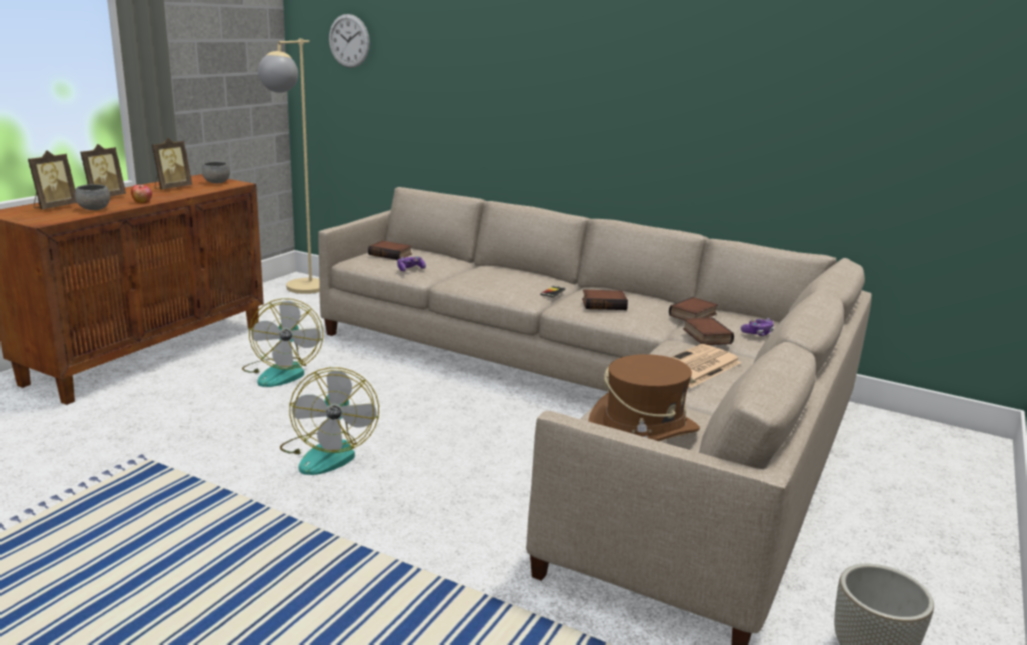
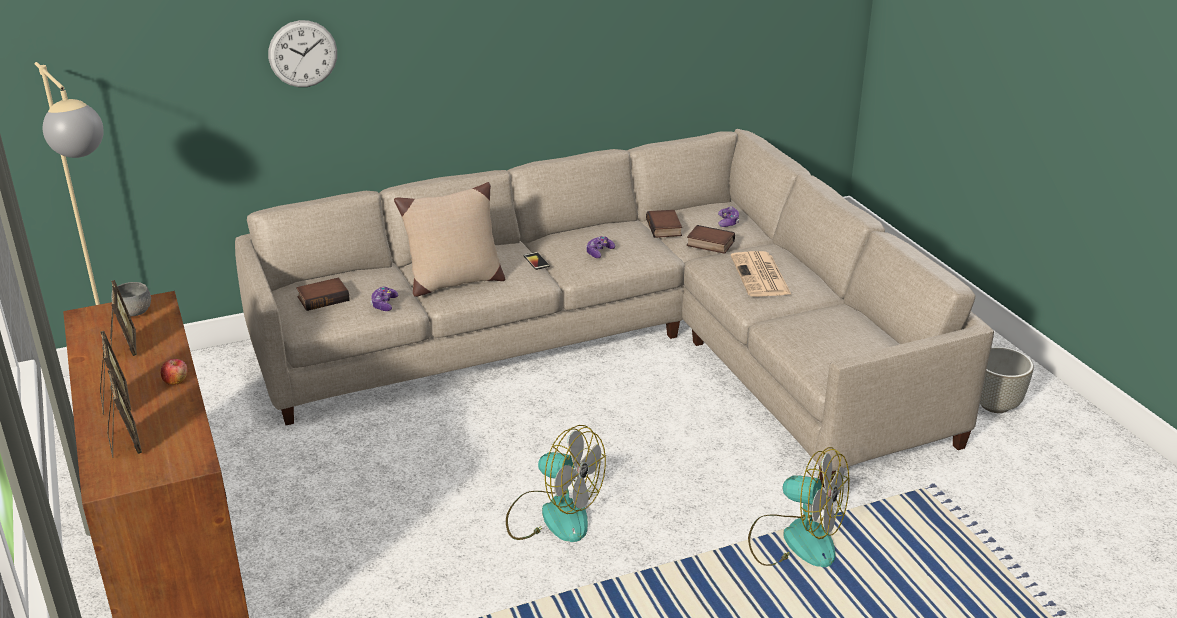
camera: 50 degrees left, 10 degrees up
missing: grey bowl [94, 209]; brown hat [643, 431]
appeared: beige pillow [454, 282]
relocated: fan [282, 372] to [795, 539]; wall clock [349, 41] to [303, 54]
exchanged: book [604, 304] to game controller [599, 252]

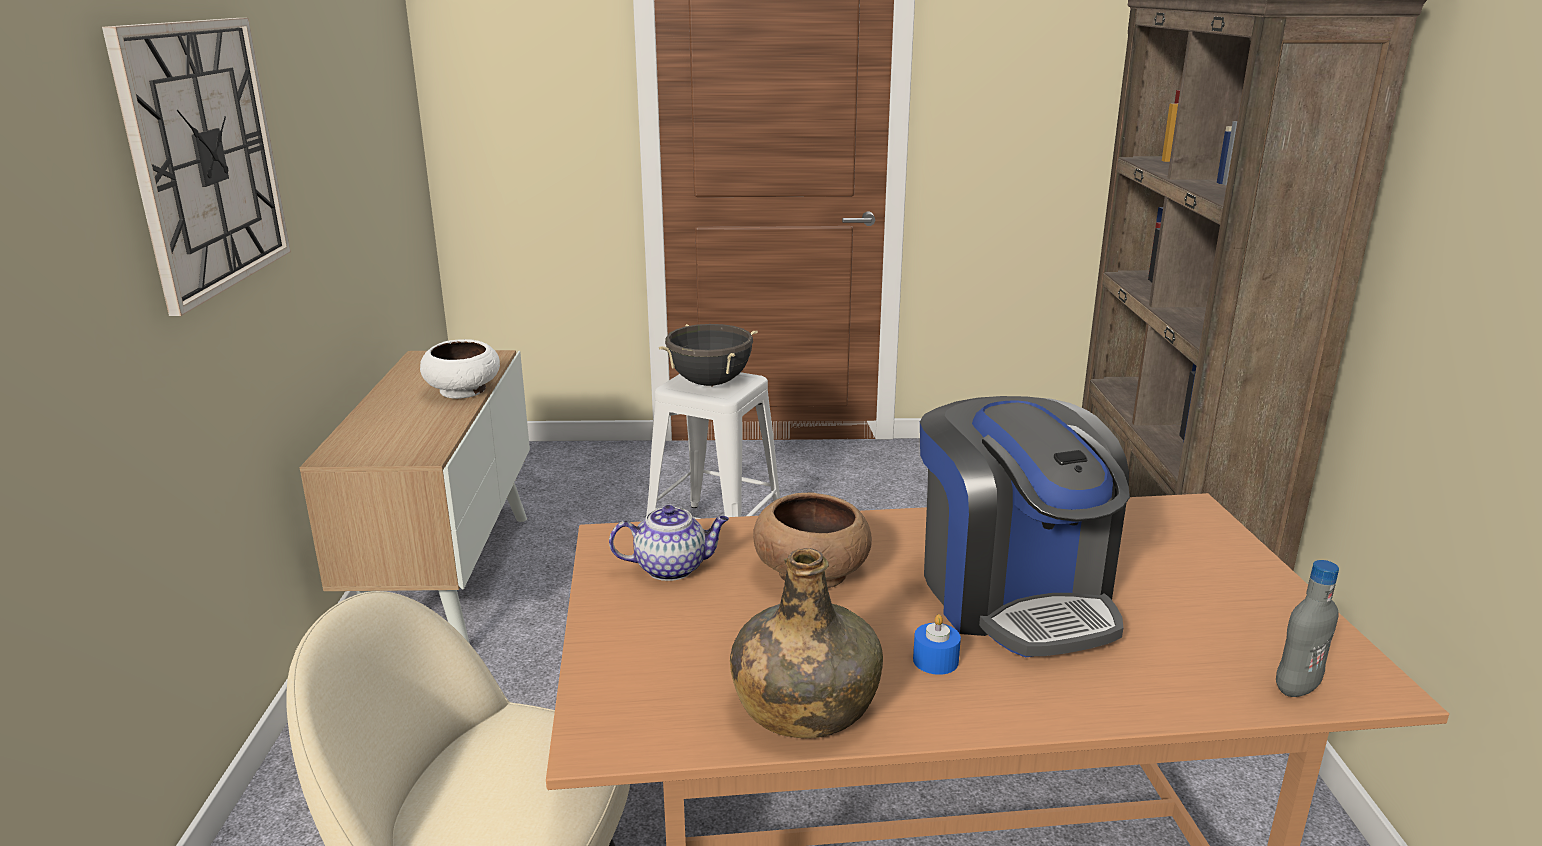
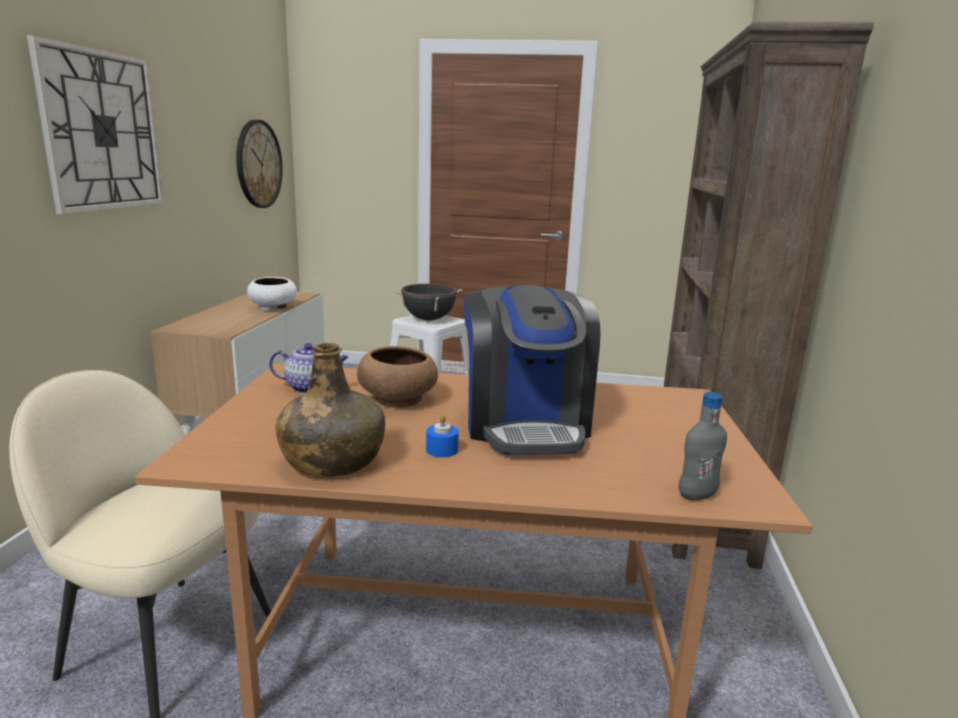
camera: 10 degrees right, 5 degrees down
appeared: wall clock [258, 164]

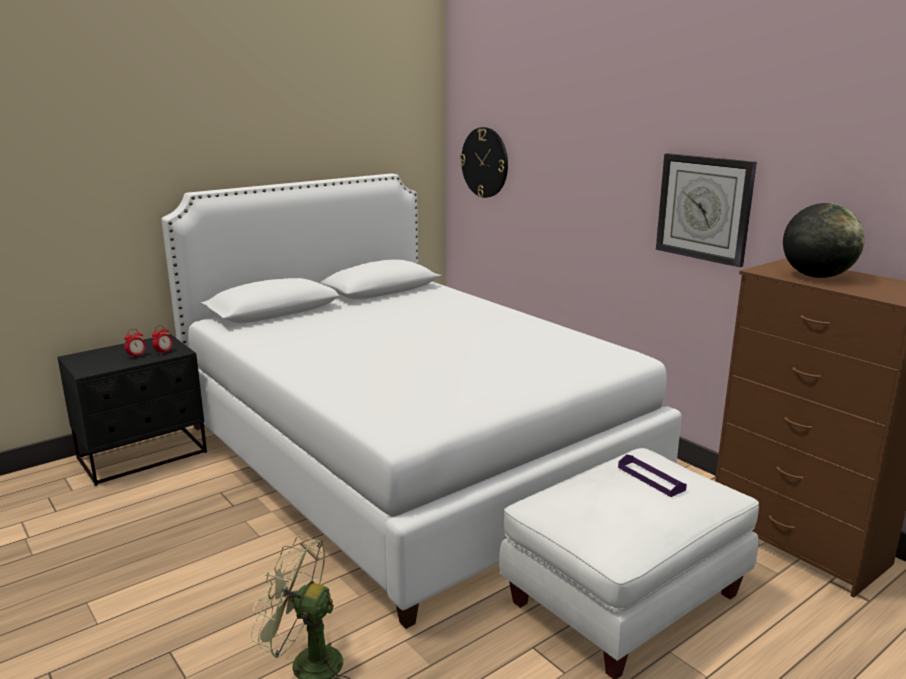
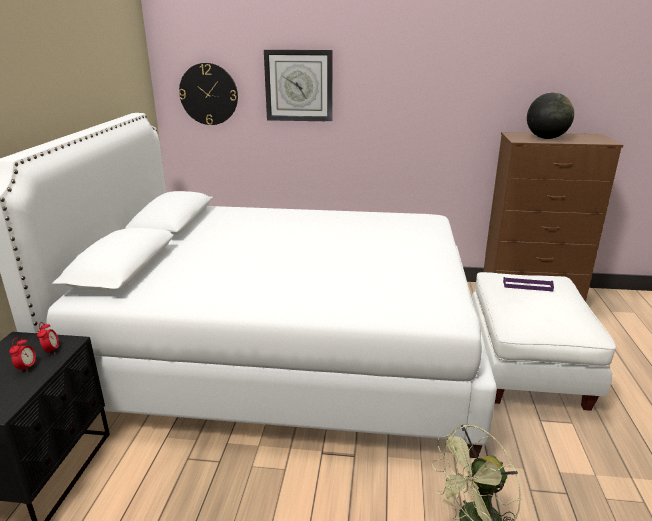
camera: 45 degrees left, 5 degrees up
relocated: wall clock [704, 208] to [299, 85]

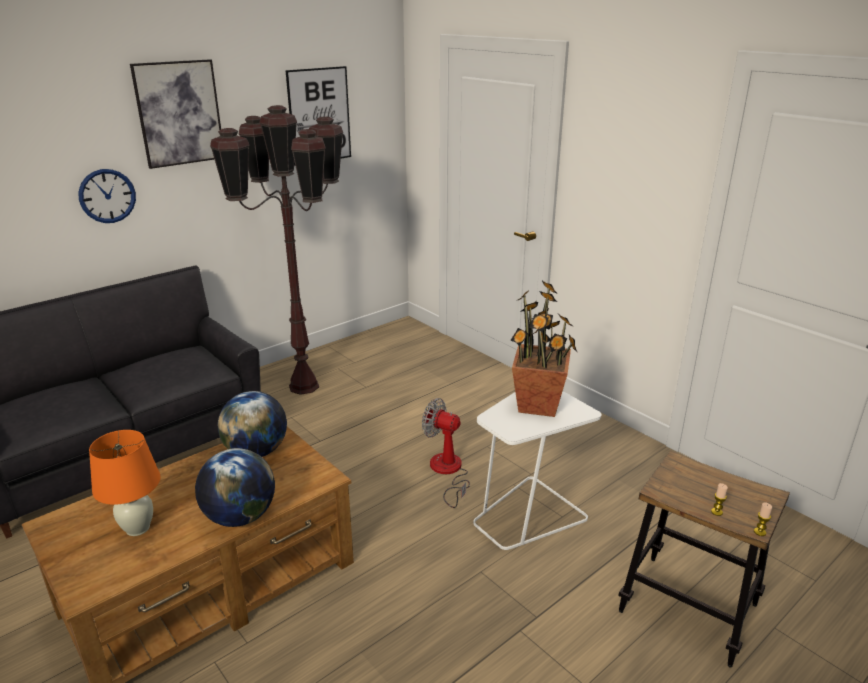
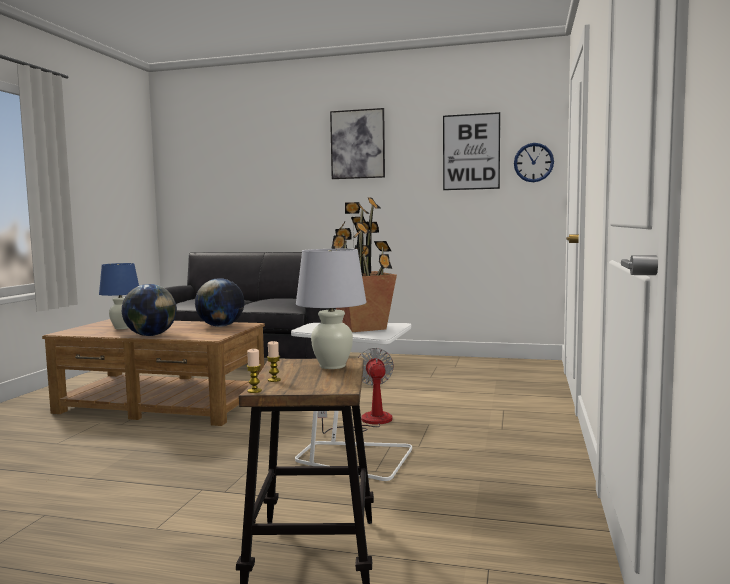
camera: 55 degrees right, 20 degrees down
missing: brown floor lamp [304, 386]
appeared: white table lamp [332, 366]
relocated: wall clock [107, 196] to [533, 162]
colour: orange table lamp [137, 528] to blue table lamp [121, 328]

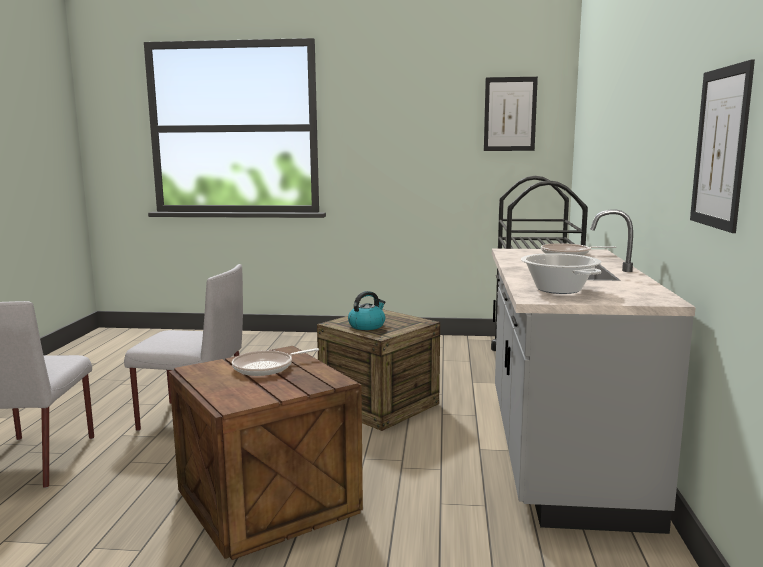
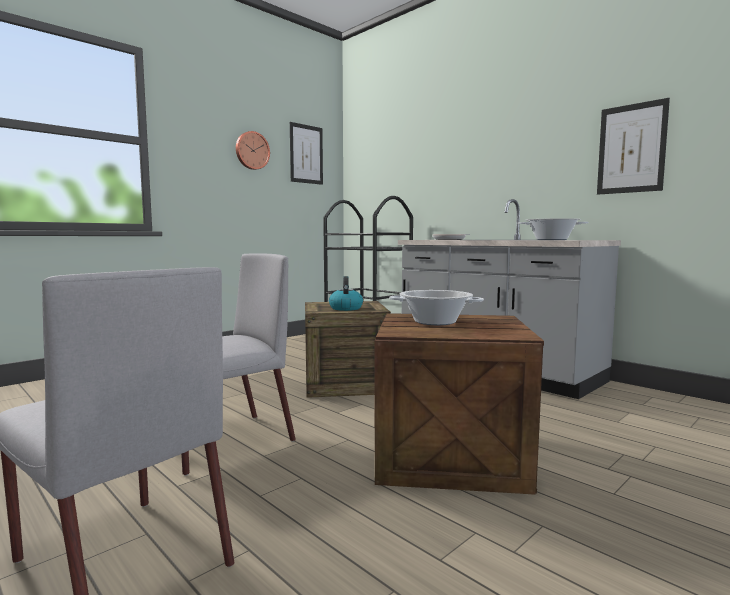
camera: 50 degrees left, 5 degrees down
appeared: wall clock [252, 150]
exchanged: frying pan [267, 367] to cooking pot [435, 322]

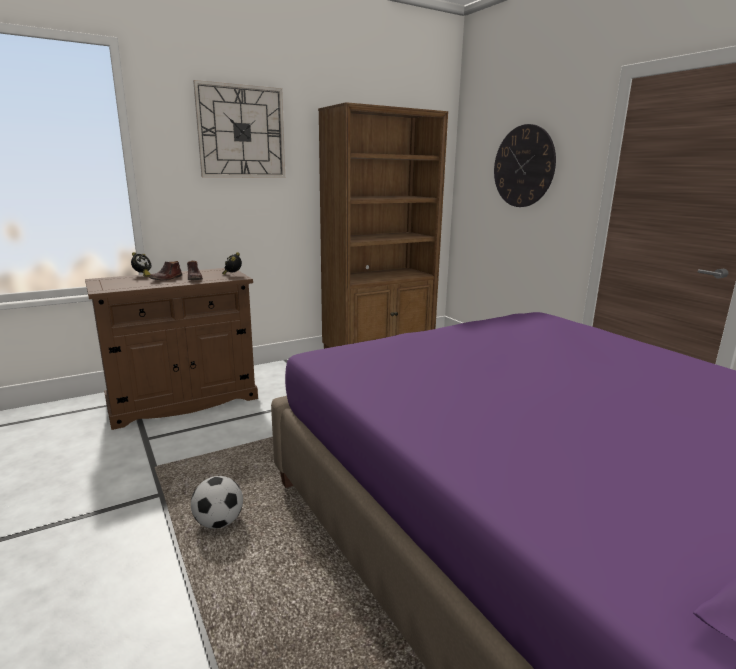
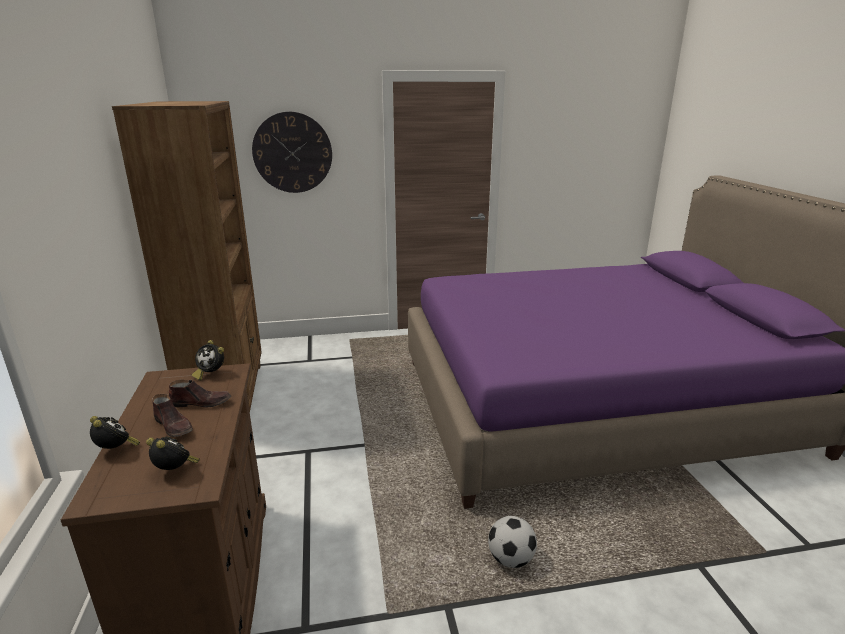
camera: 70 degrees left, 5 degrees up
missing: wall clock [241, 132]
appeared: alarm clock [175, 471]

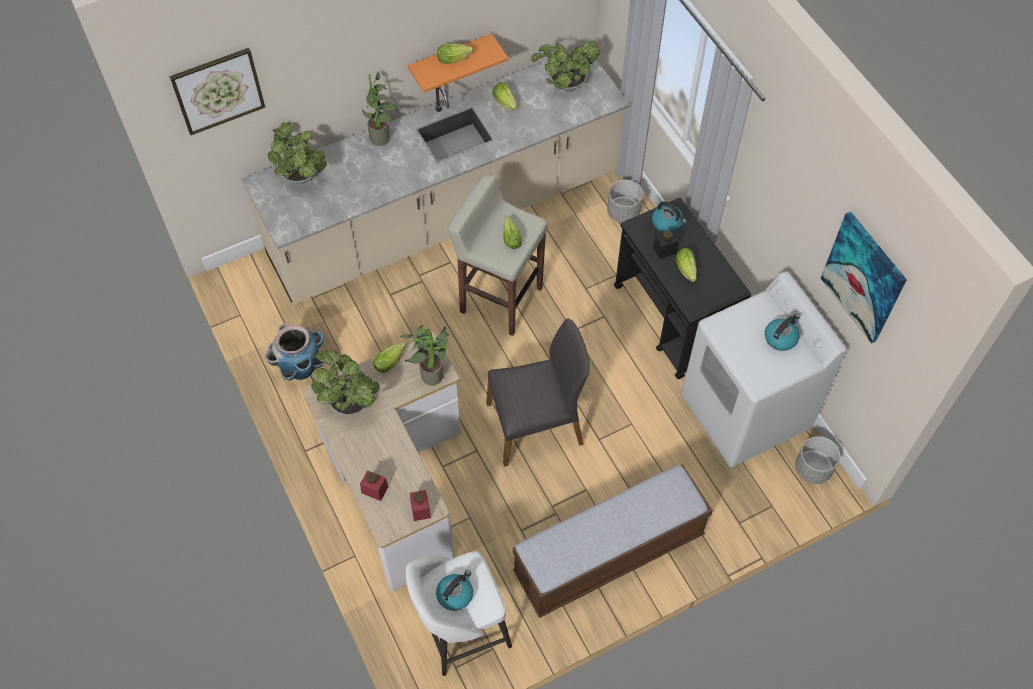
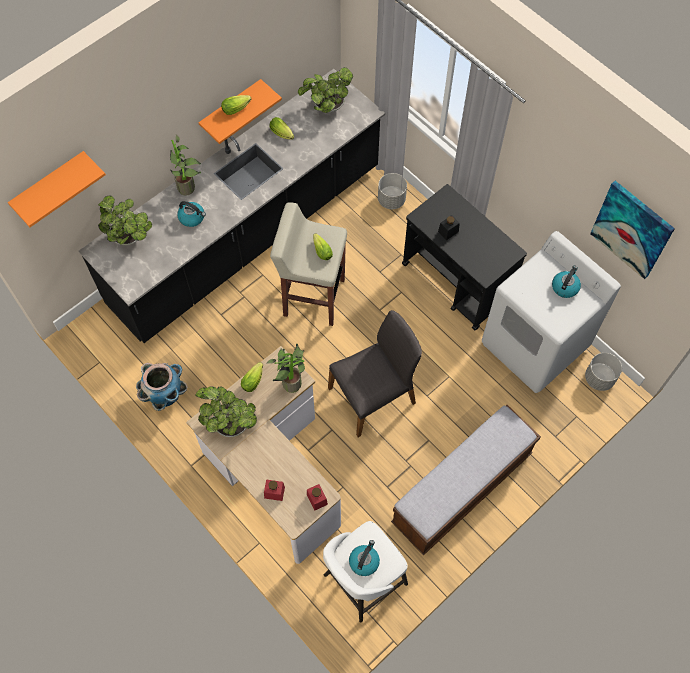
camera: 15 degrees left, 5 degrees up
missing: lettuce [686, 270]
relocated: kettle [667, 223] to [192, 217]
exchanged: picture [218, 90] to orange shelf [50, 186]
colour: beige counter [445, 216] to black counter [246, 235]

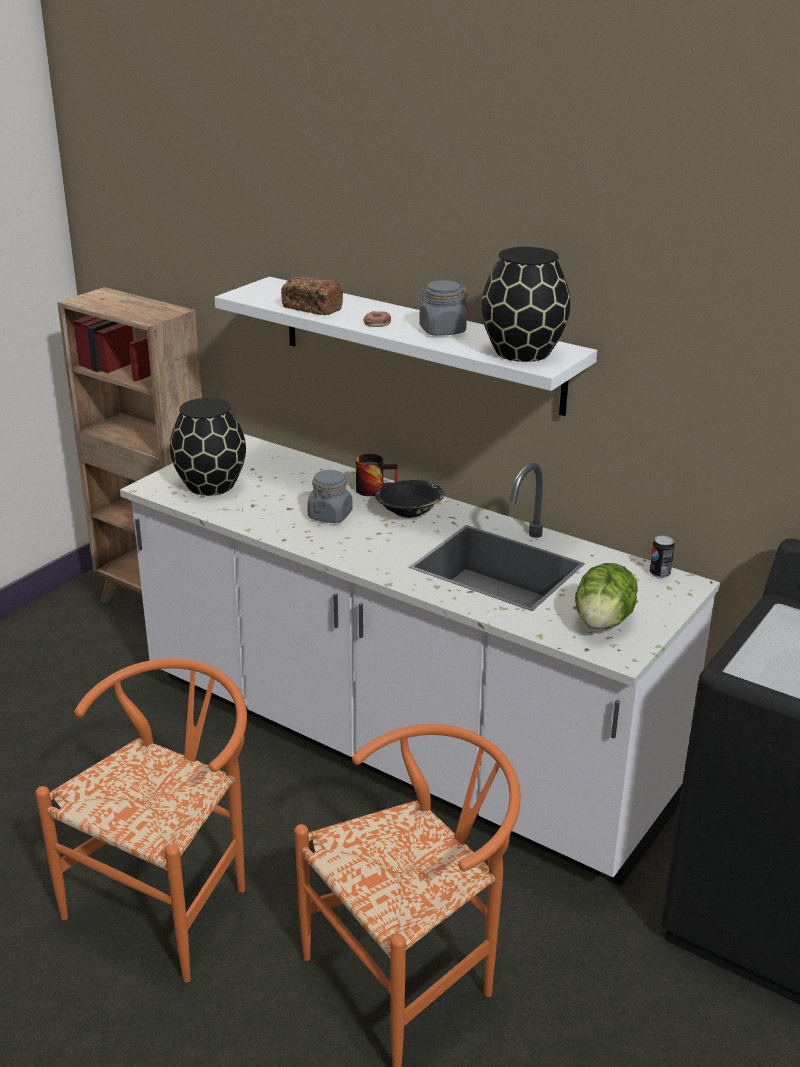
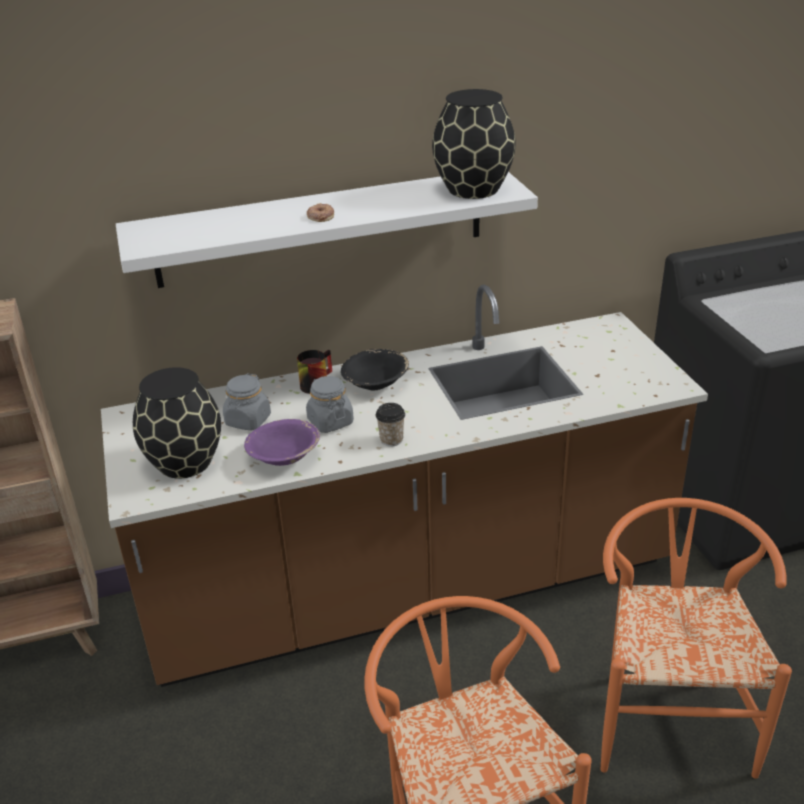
camera: 50 degrees left, 5 degrees up
missing: bread [312, 308]; lettuce [603, 622]; can [659, 573]
appeared: purple bowl [284, 457]; cup [391, 440]
relocated: grey jar [442, 331] to [248, 420]
colour: white counter [398, 743] to brown counter [409, 588]

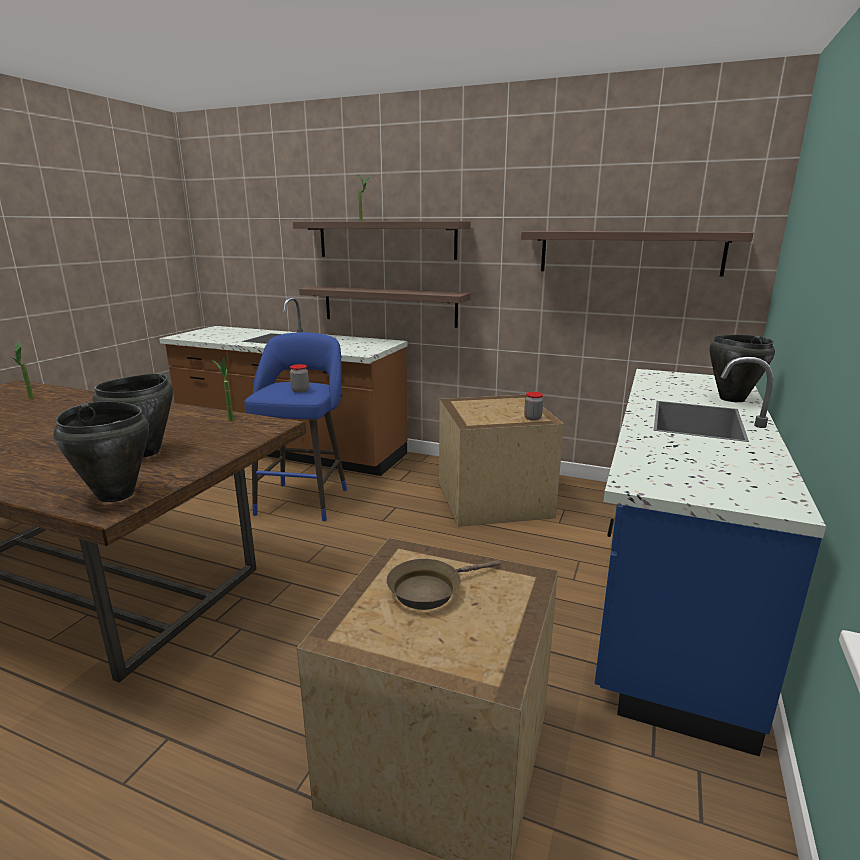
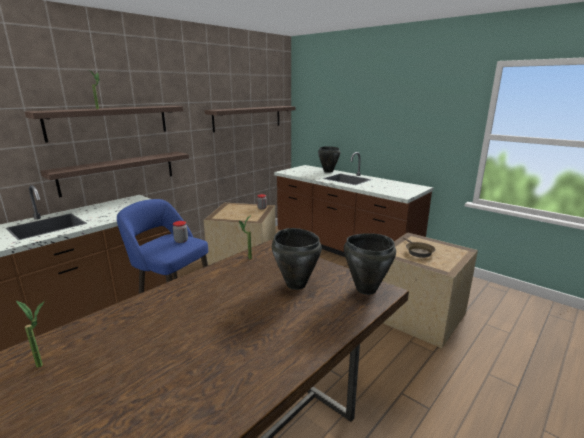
camera: 70 degrees left, 0 degrees up
colour: blue counter [668, 591] to brown counter [343, 249]

